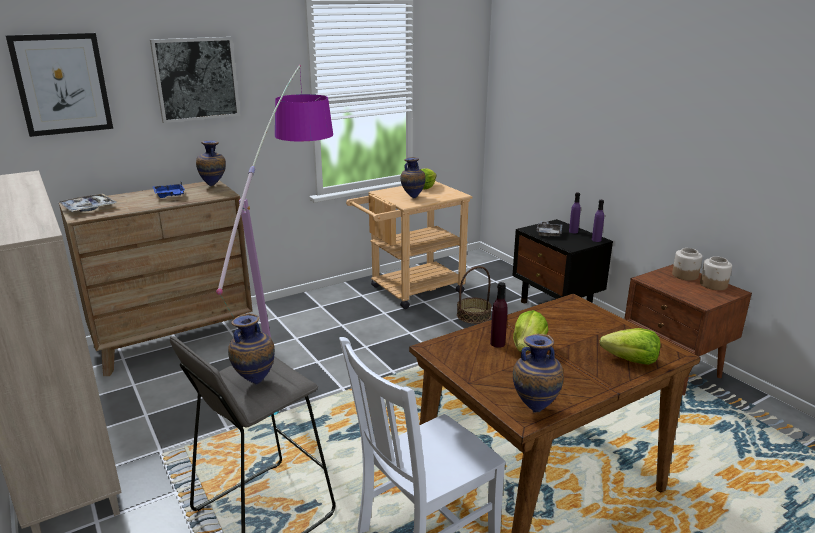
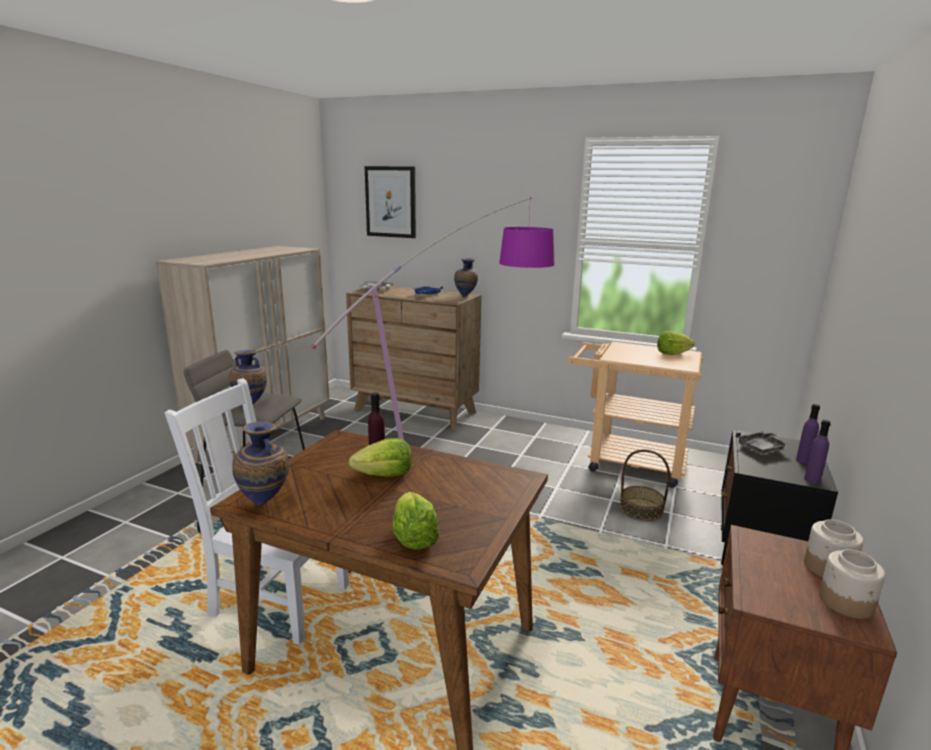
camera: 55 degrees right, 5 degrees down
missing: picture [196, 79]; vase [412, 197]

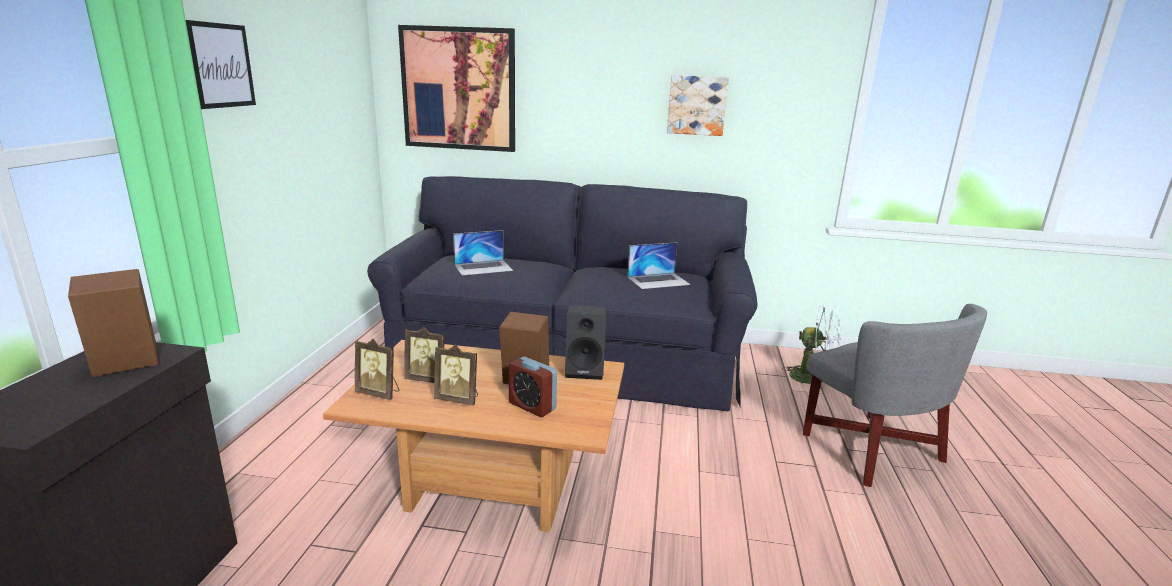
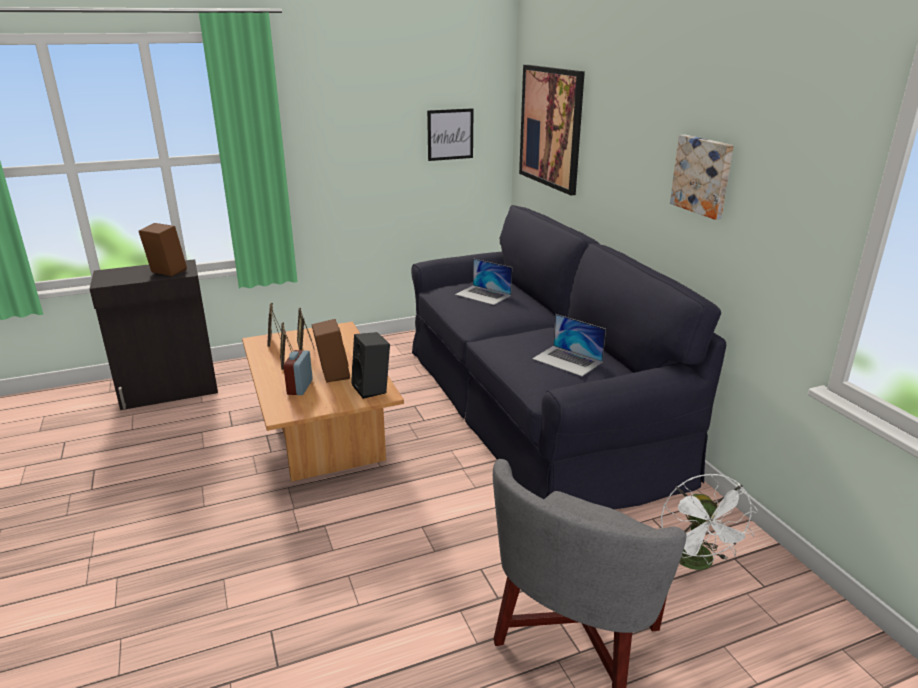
camera: 60 degrees right, 5 degrees up
relocated: picture [221, 65] to [450, 134]

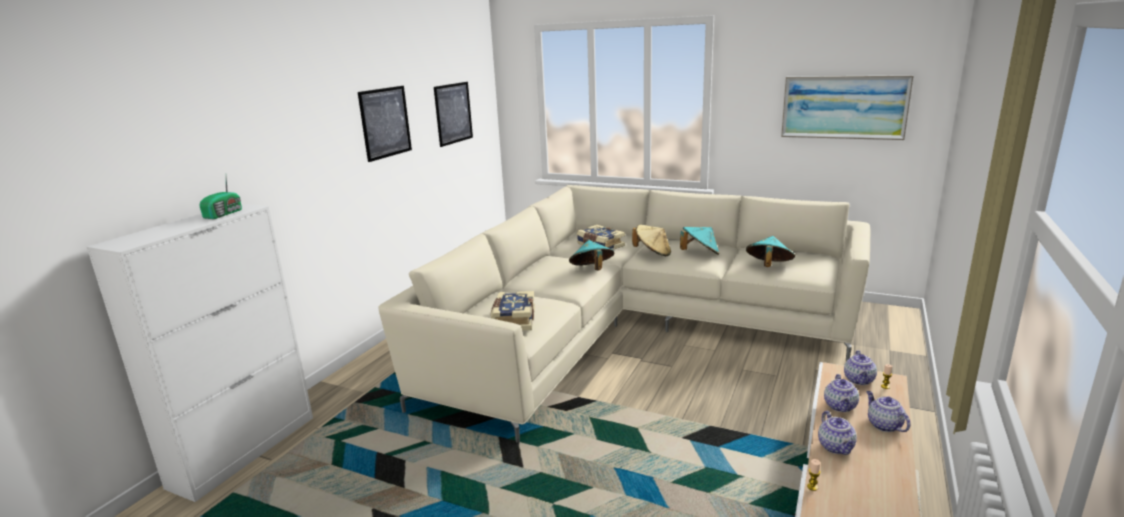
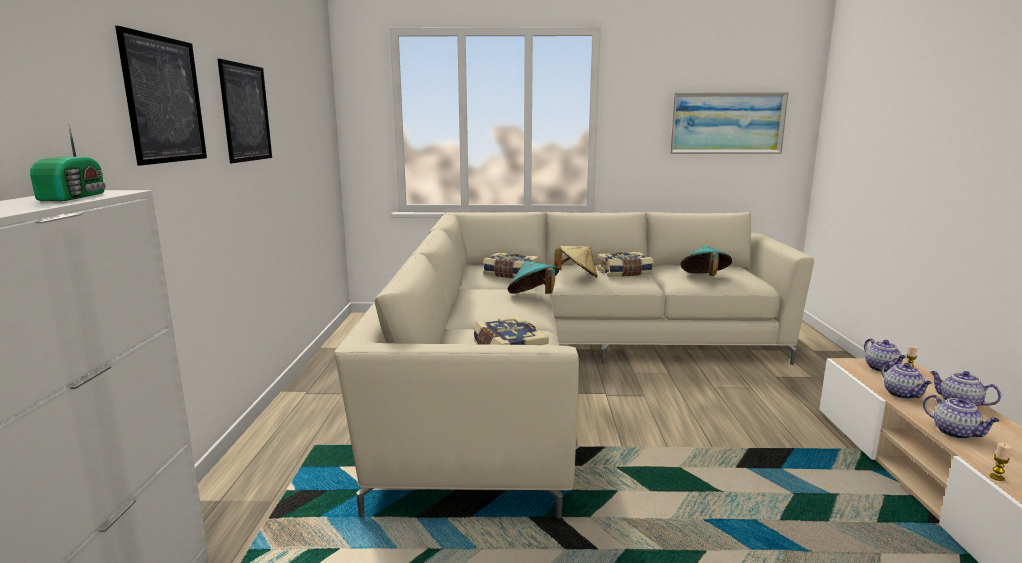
camera: 25 degrees left, 5 degrees down
relocated: picture [453, 113] to [165, 100]
exchanged: turquoise hat [700, 254] to book [624, 273]

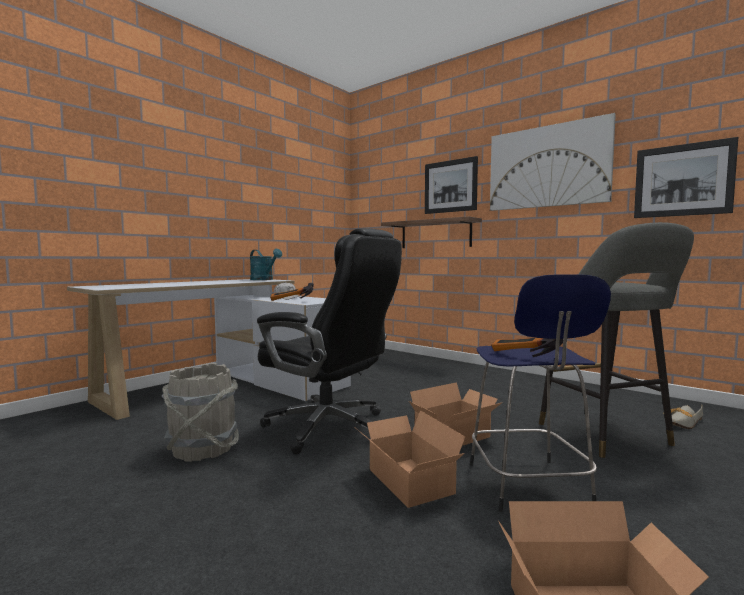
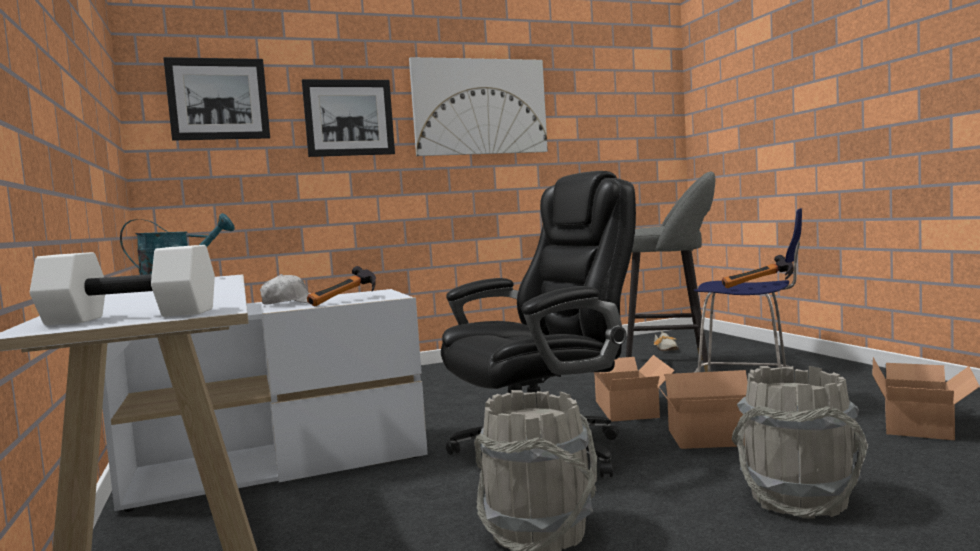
camera: 60 degrees left, 0 degrees up
missing: shelf [435, 234]
appeared: white dumbbell [134, 316]; grey bucket [799, 500]
relocated: picture [682, 180] to [218, 99]

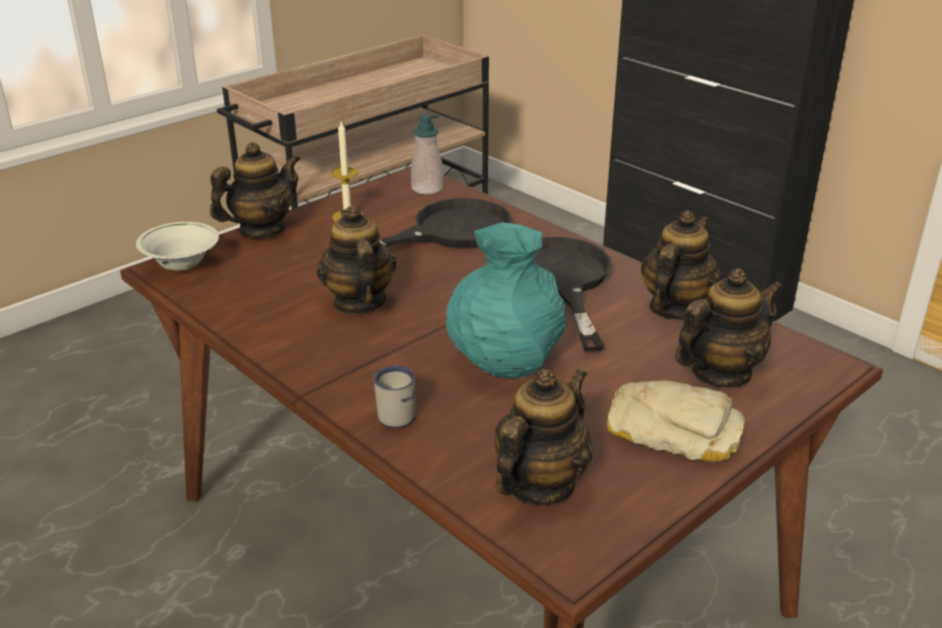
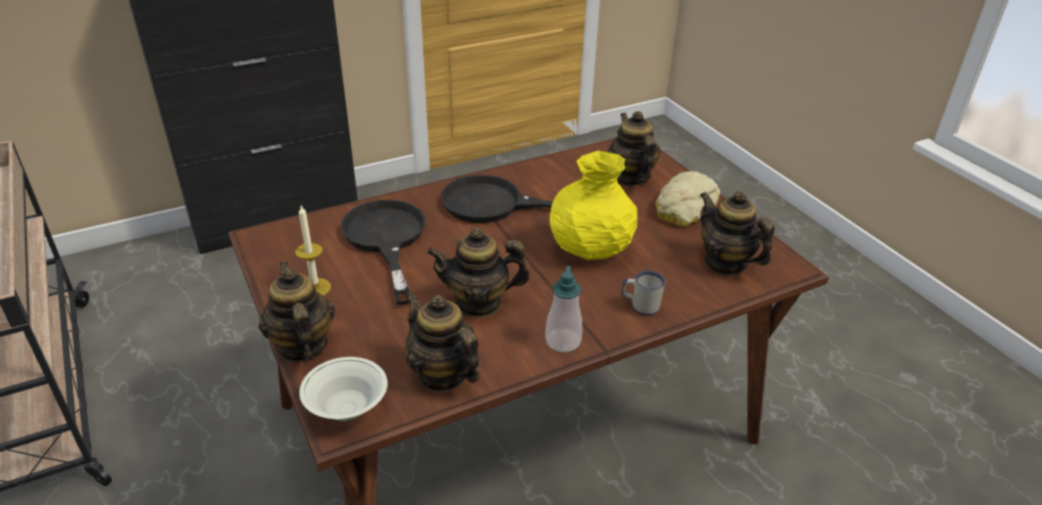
camera: 75 degrees left, 5 degrees up
relocated: soap dispenser [427, 188] to [563, 341]; teapot [674, 308] to [442, 374]
colour: turquoise vase [504, 359] to yellow vase [589, 249]

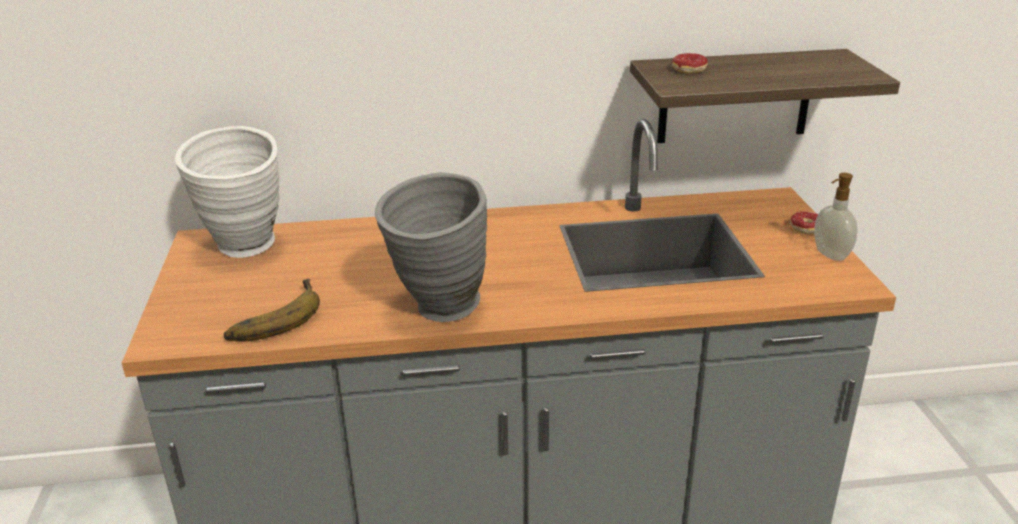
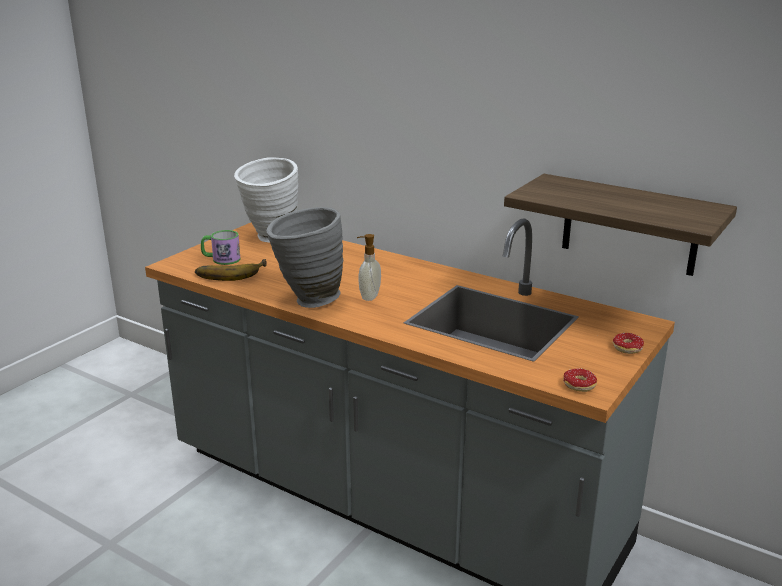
camera: 40 degrees right, 5 degrees down
appeared: mug [221, 259]
relocated: donut [690, 72] to [576, 388]; soap dispenser [829, 255] to [369, 296]

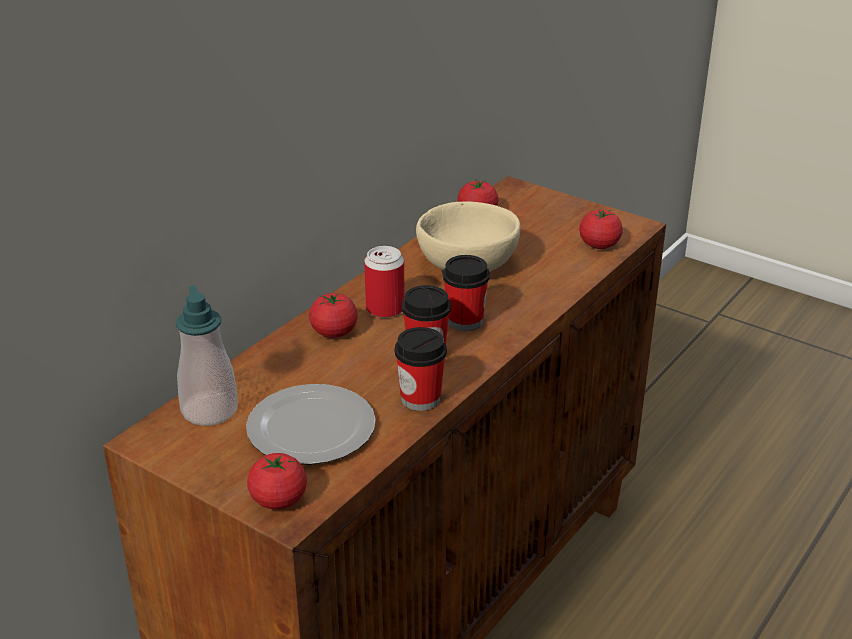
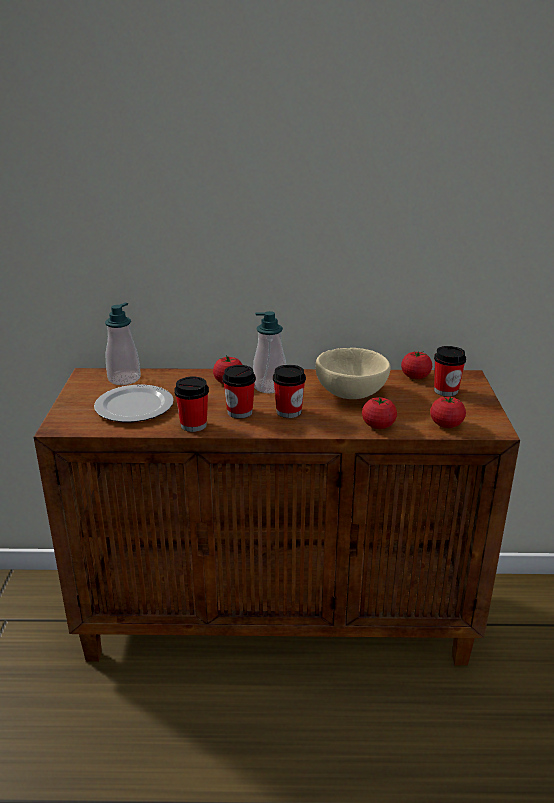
camera: 55 degrees right, 5 degrees down
appeared: cup [446, 391]
relocated: tomato [278, 499] to [378, 425]
exchanged: can [385, 309] to soap dispenser [269, 386]

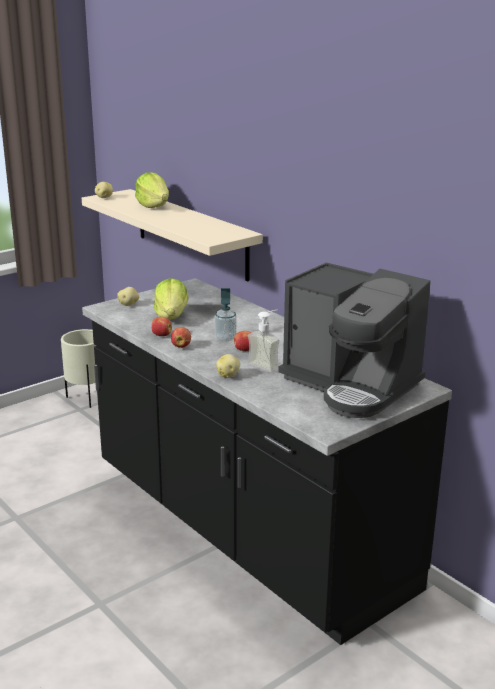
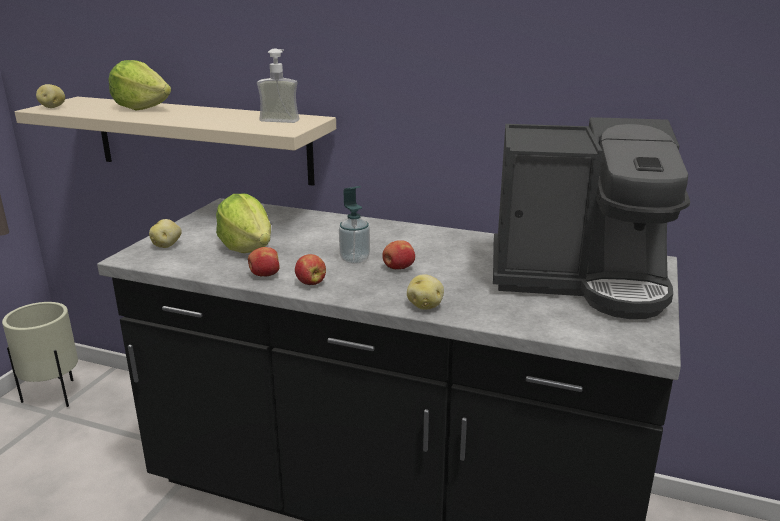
camera: 30 degrees left, 0 degrees up
relocated: soap dispenser [267, 364] to [282, 119]

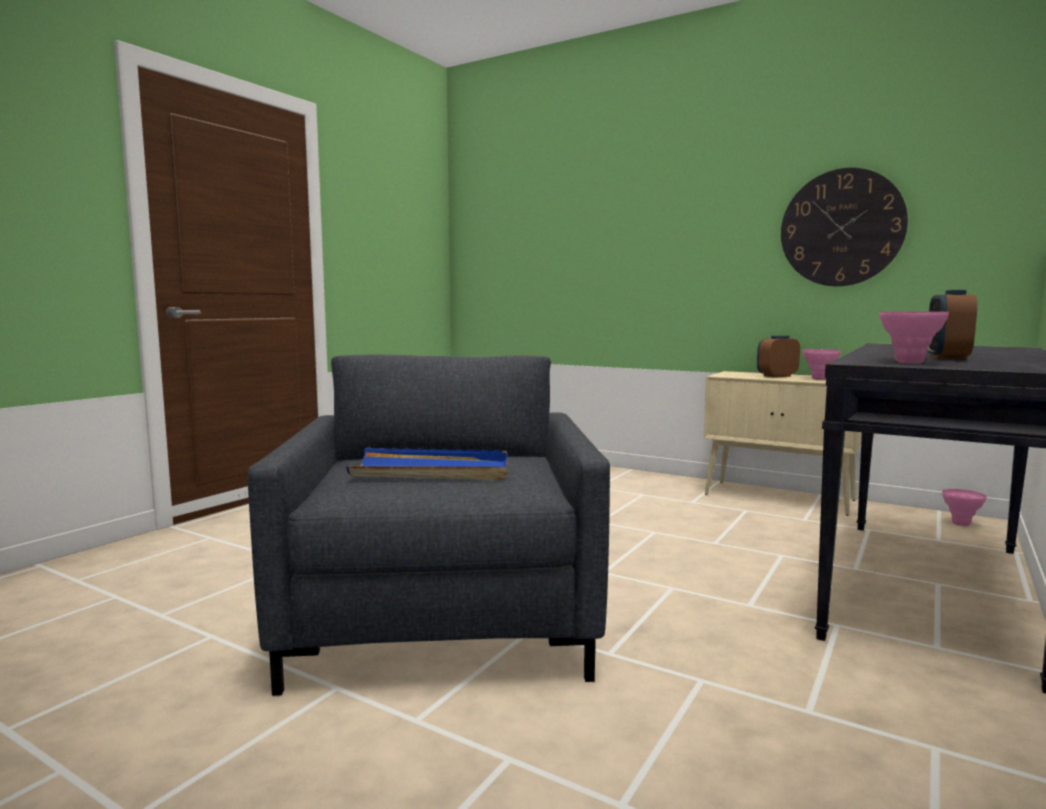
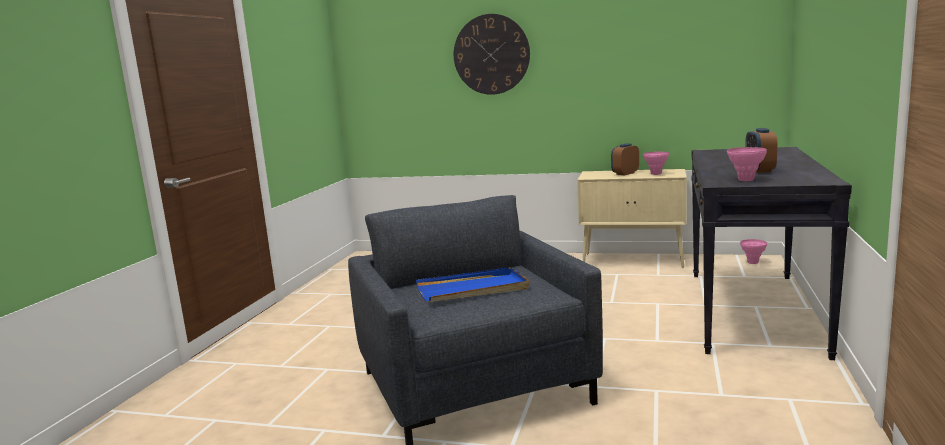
camera: 15 degrees left, 5 degrees up
relocated: wall clock [841, 228] to [491, 54]

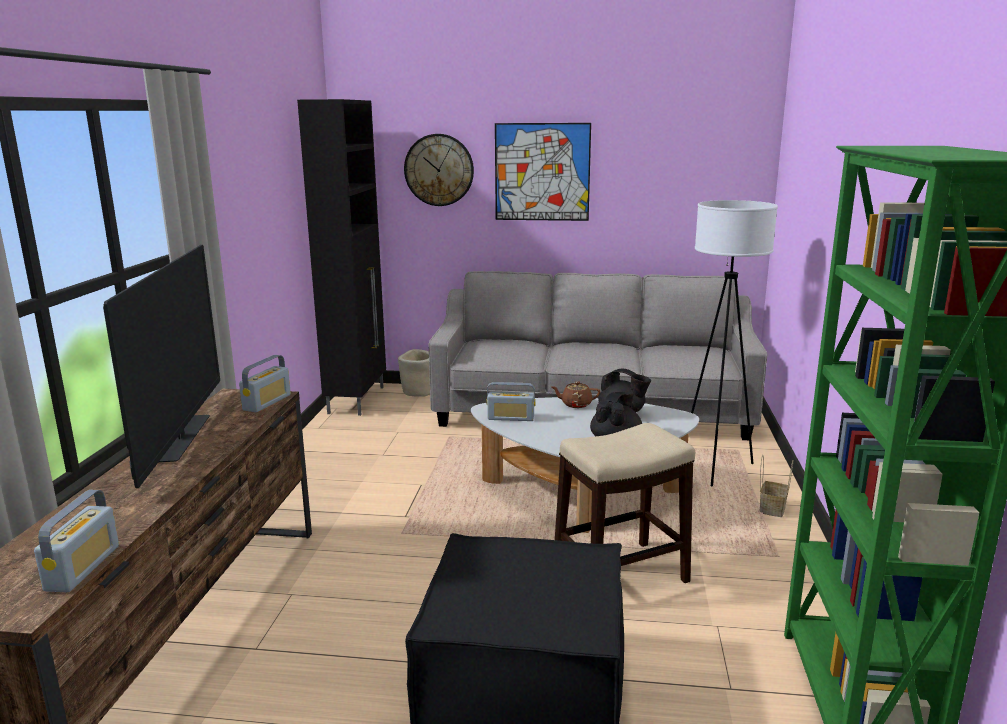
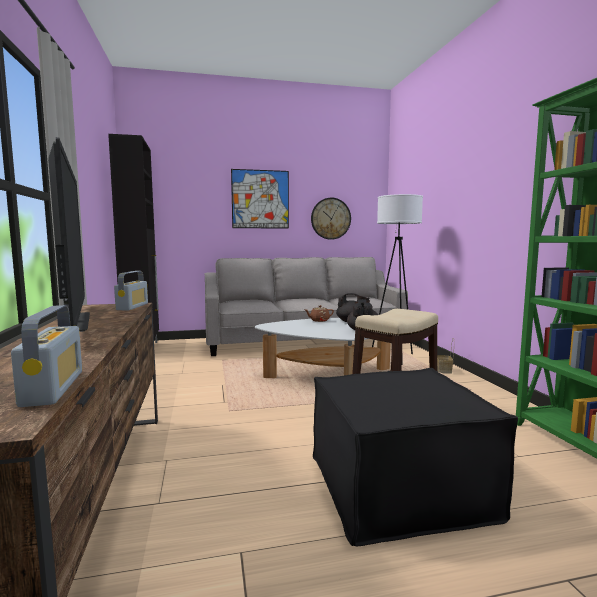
camera: 20 degrees left, 10 degrees down
missing: beige planter [418, 391]; radio [511, 418]
relocated: wall clock [439, 170] to [330, 218]

